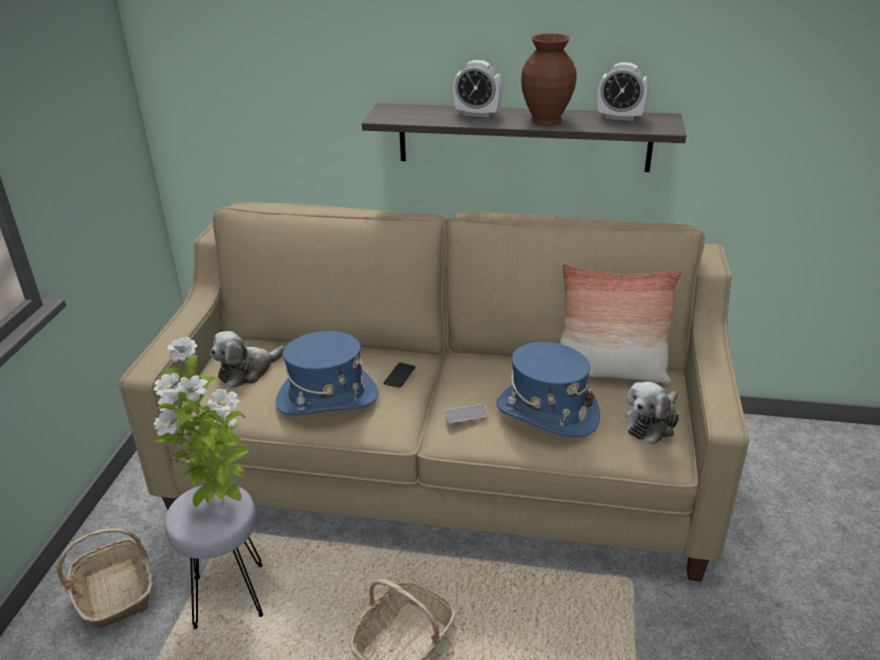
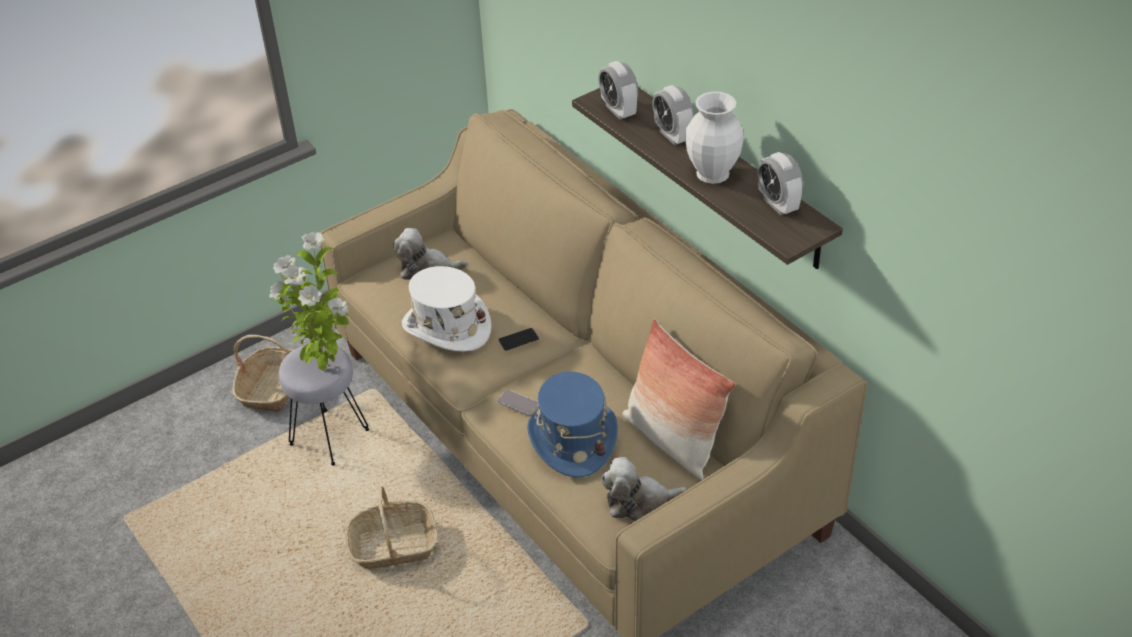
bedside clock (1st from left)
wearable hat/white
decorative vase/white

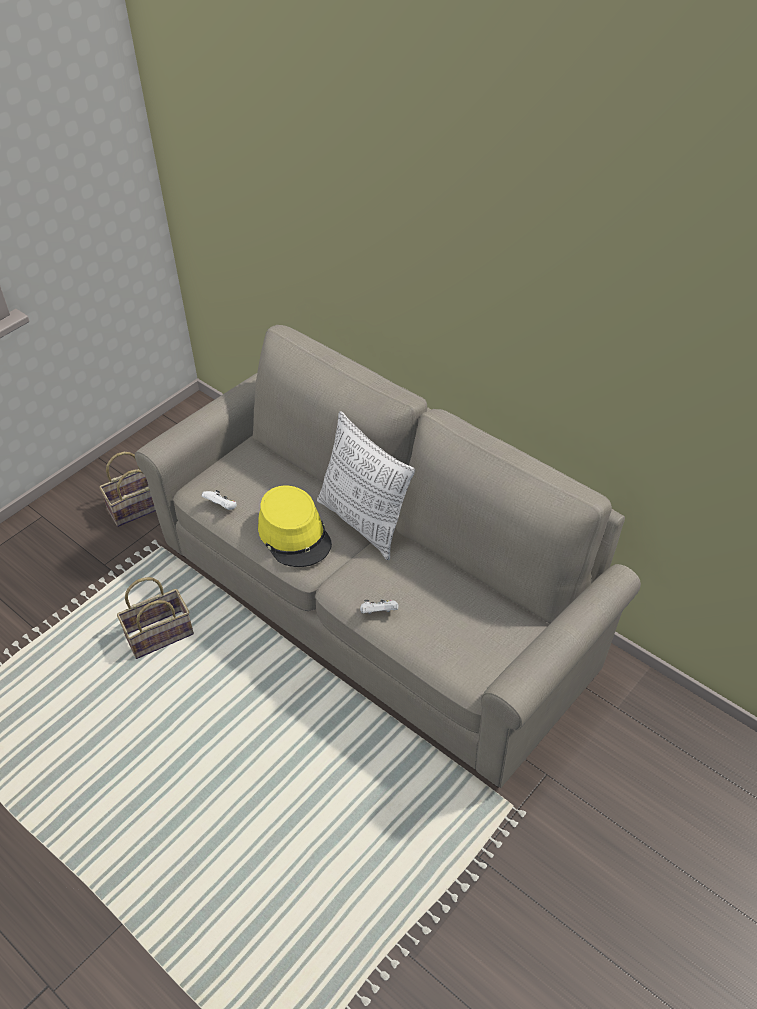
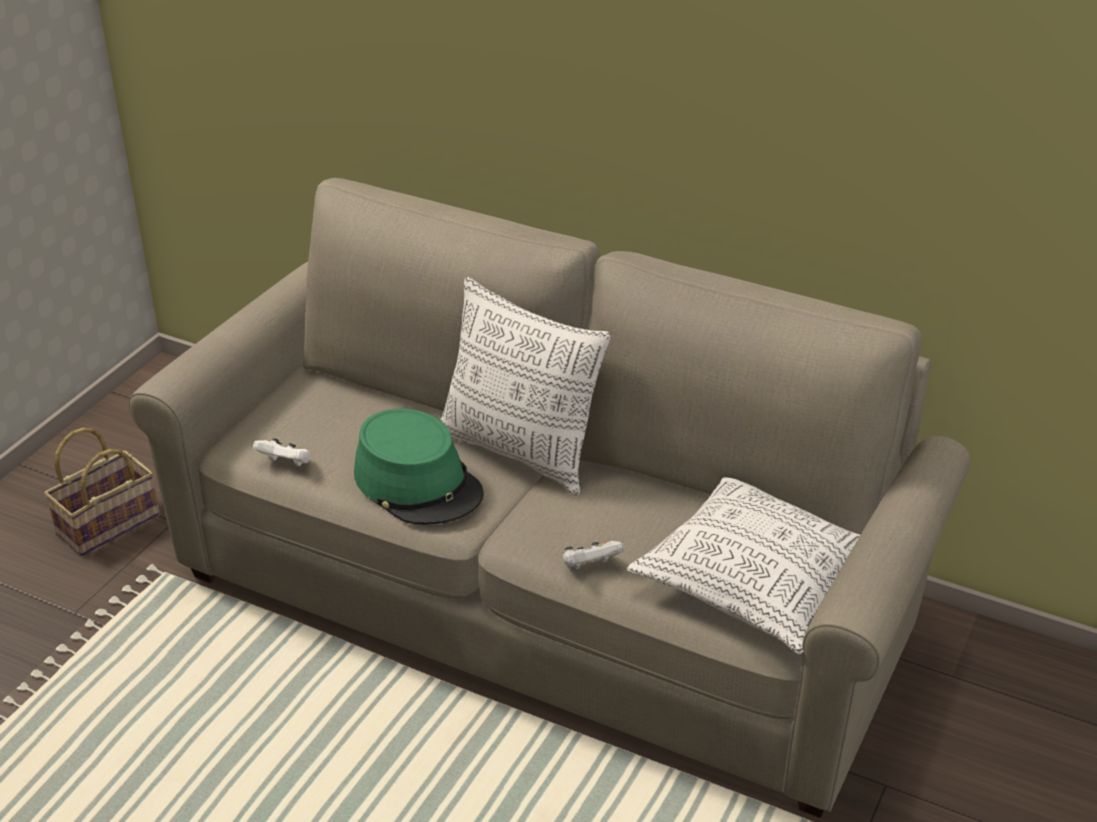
household basket (2nd from left in the first image)
cushion (2nd from left)
wearable hat/greenish

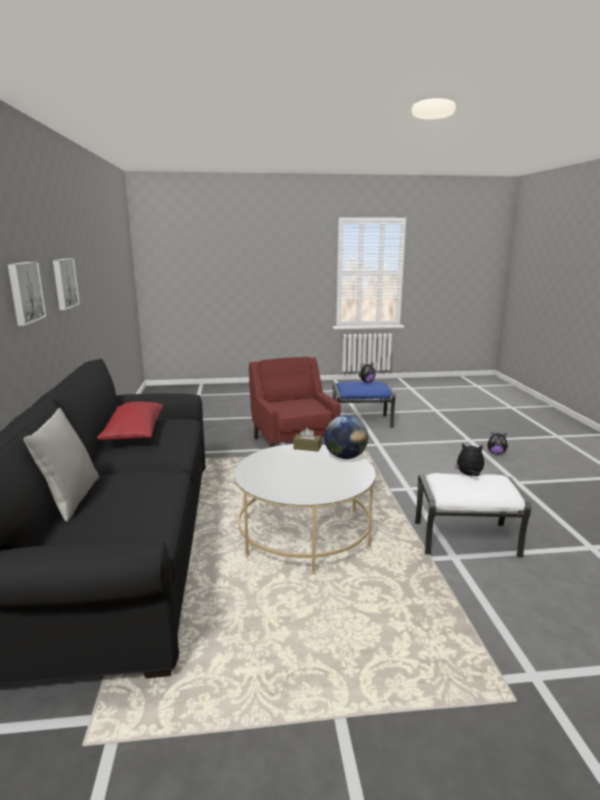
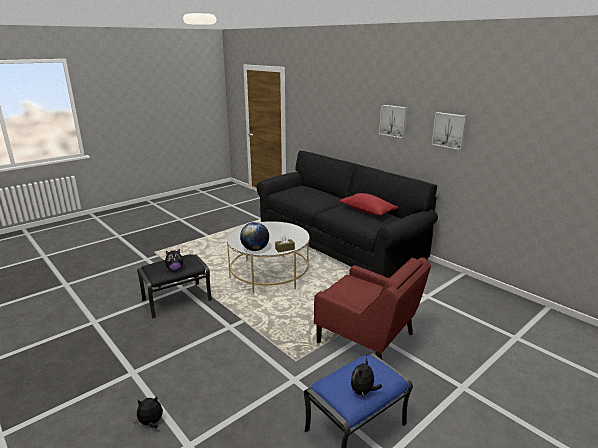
cushion/gray
ottoman/blackish

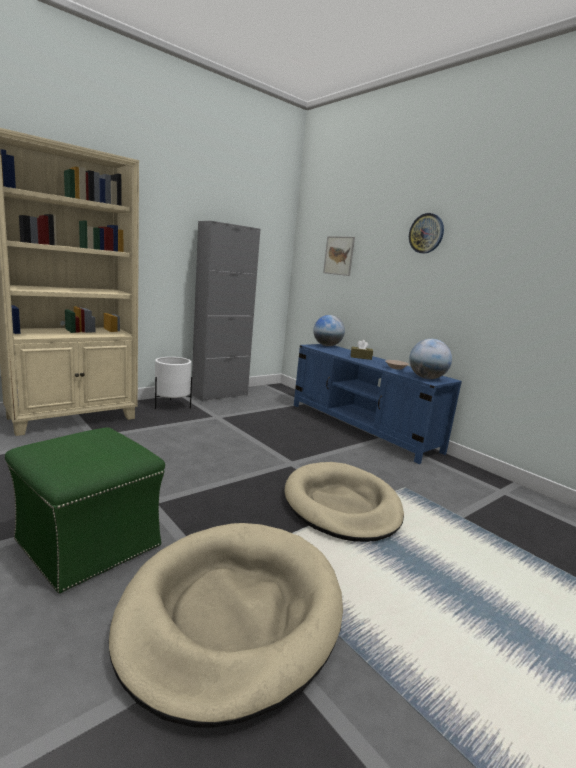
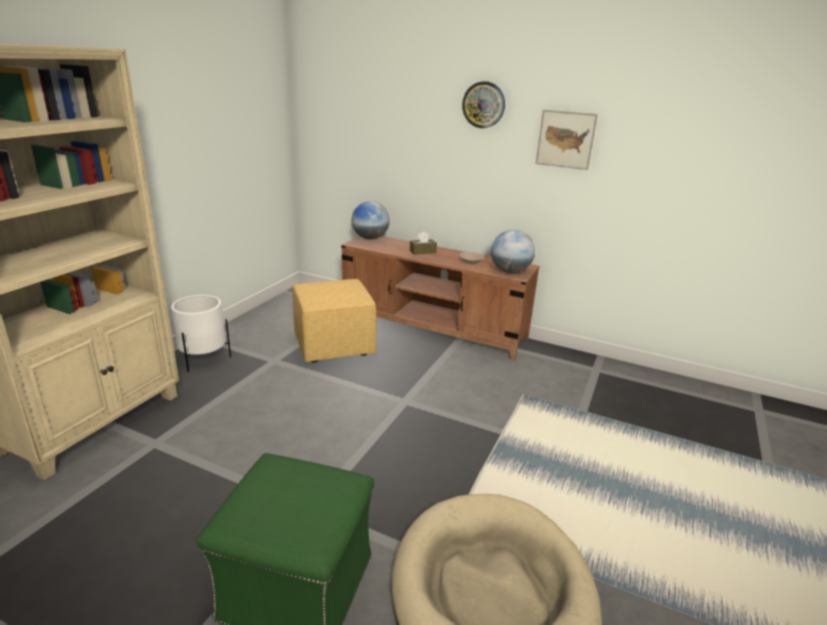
cabinet/gray
dog bed/beige (2nd from left in the first image)
ottoman/yellow-coloured
picture
tv unit/brown-coloured

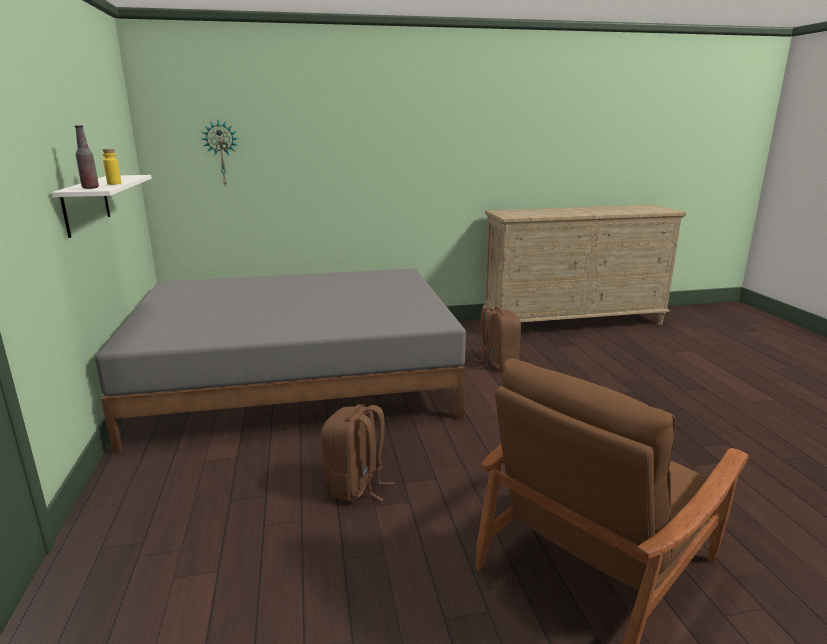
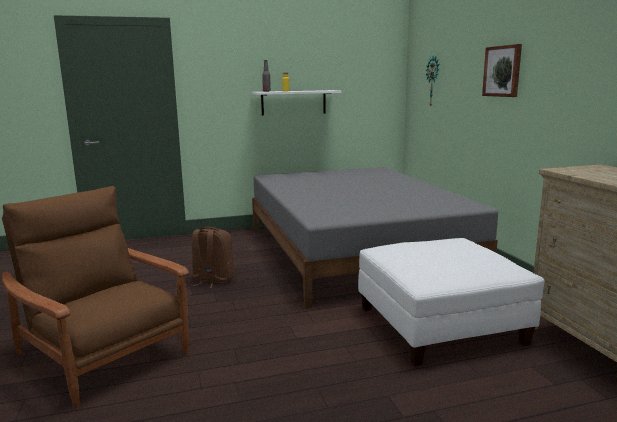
picture
ottoman/white

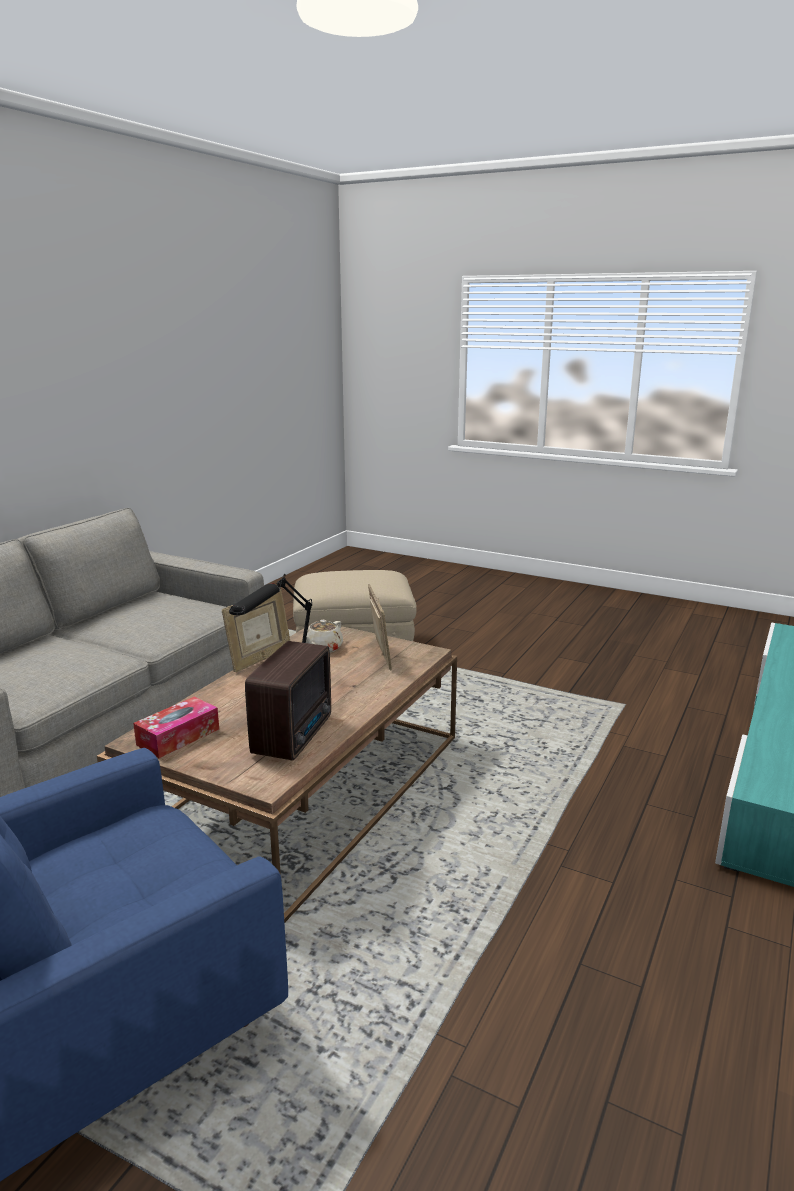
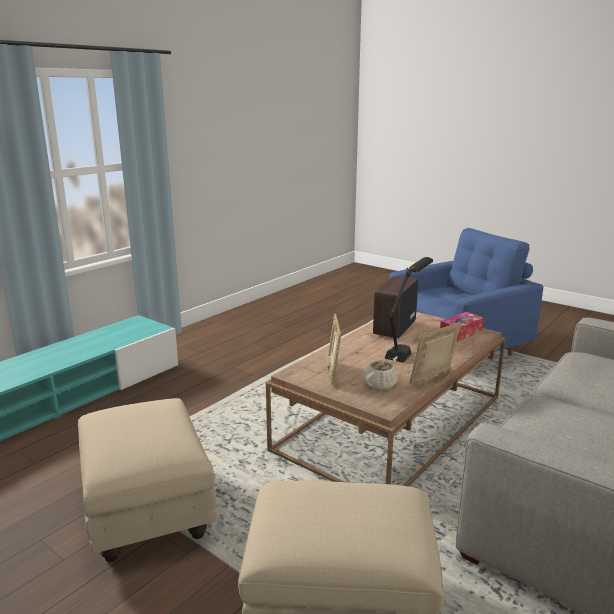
ottoman/beige (1st from left)

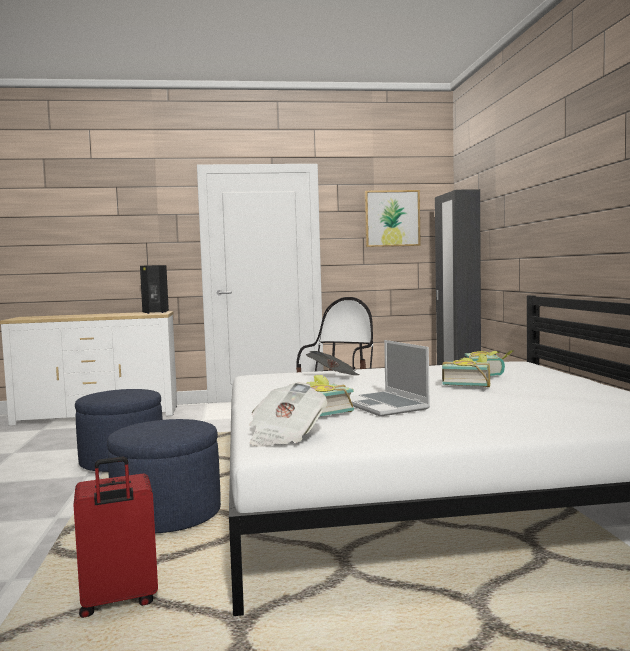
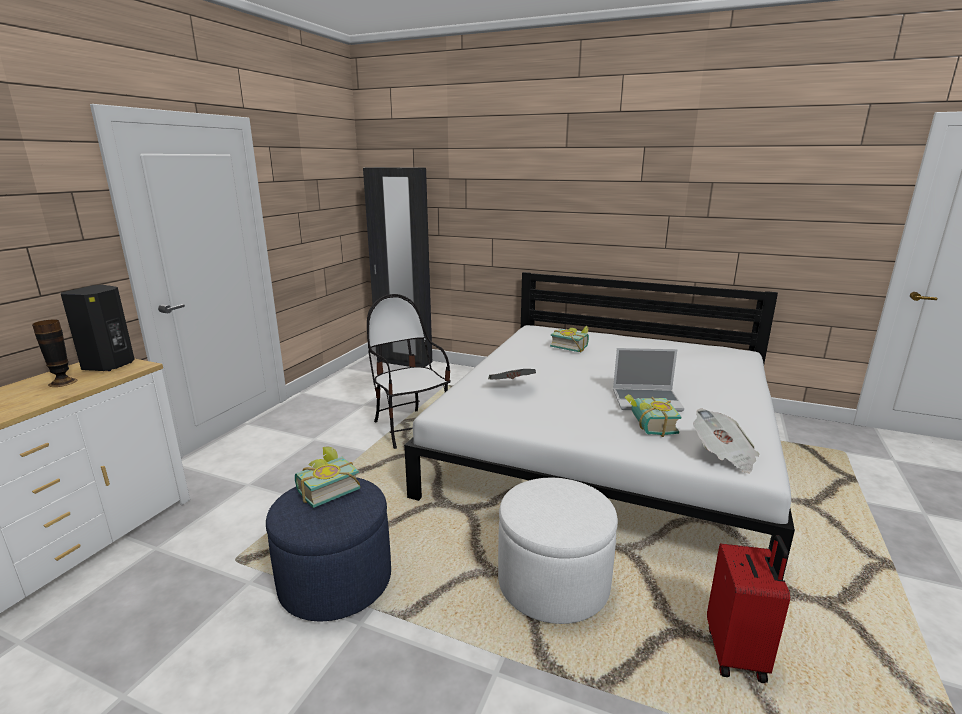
picture
decorative vase
bound book (1st from left)
ottoman/white

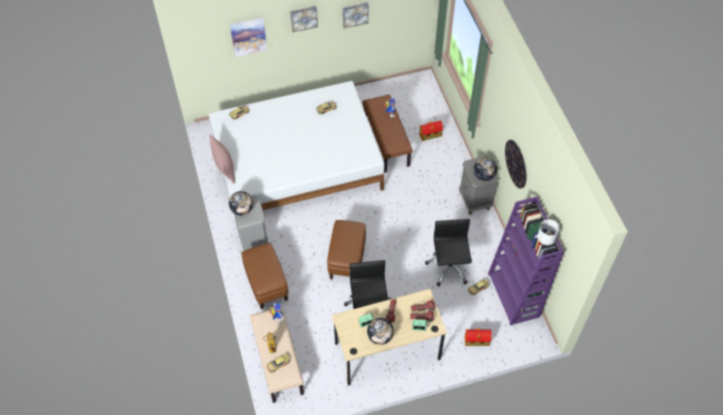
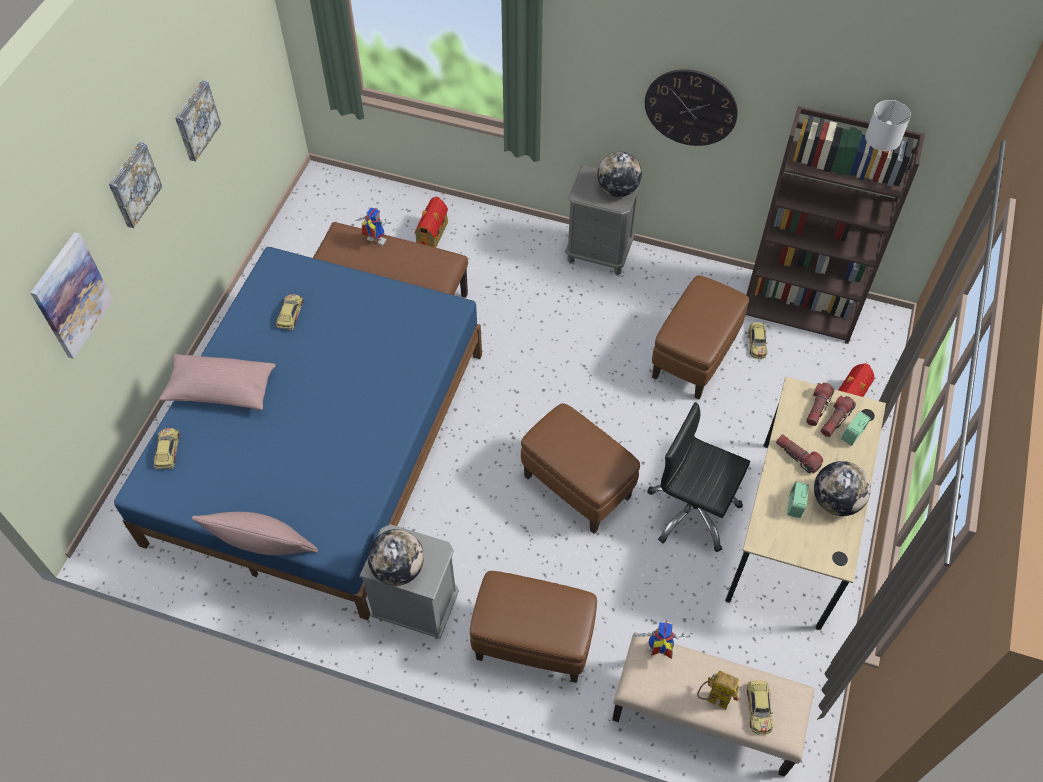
cushion/pink-coloured (1st from left)
ottoman/brown-coloured (3rd from left)
bedroom bed/blue-coloured
shelving unit/brown-coloured

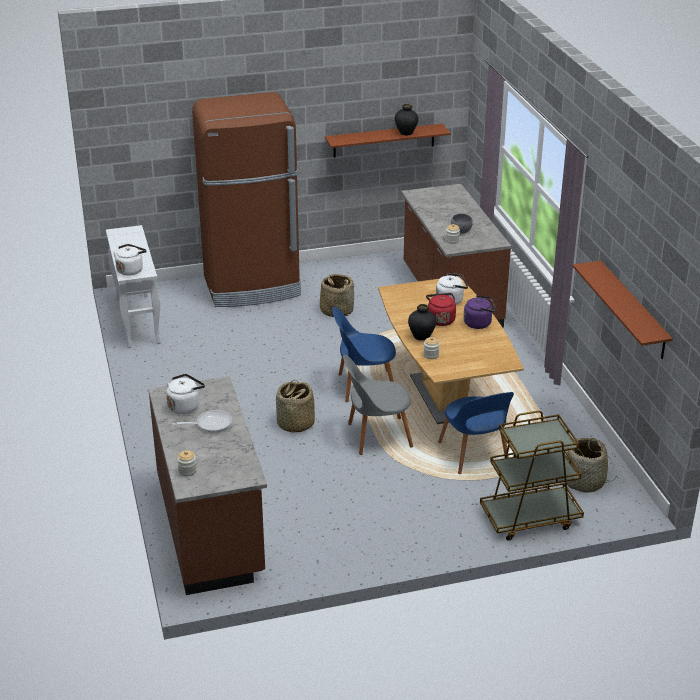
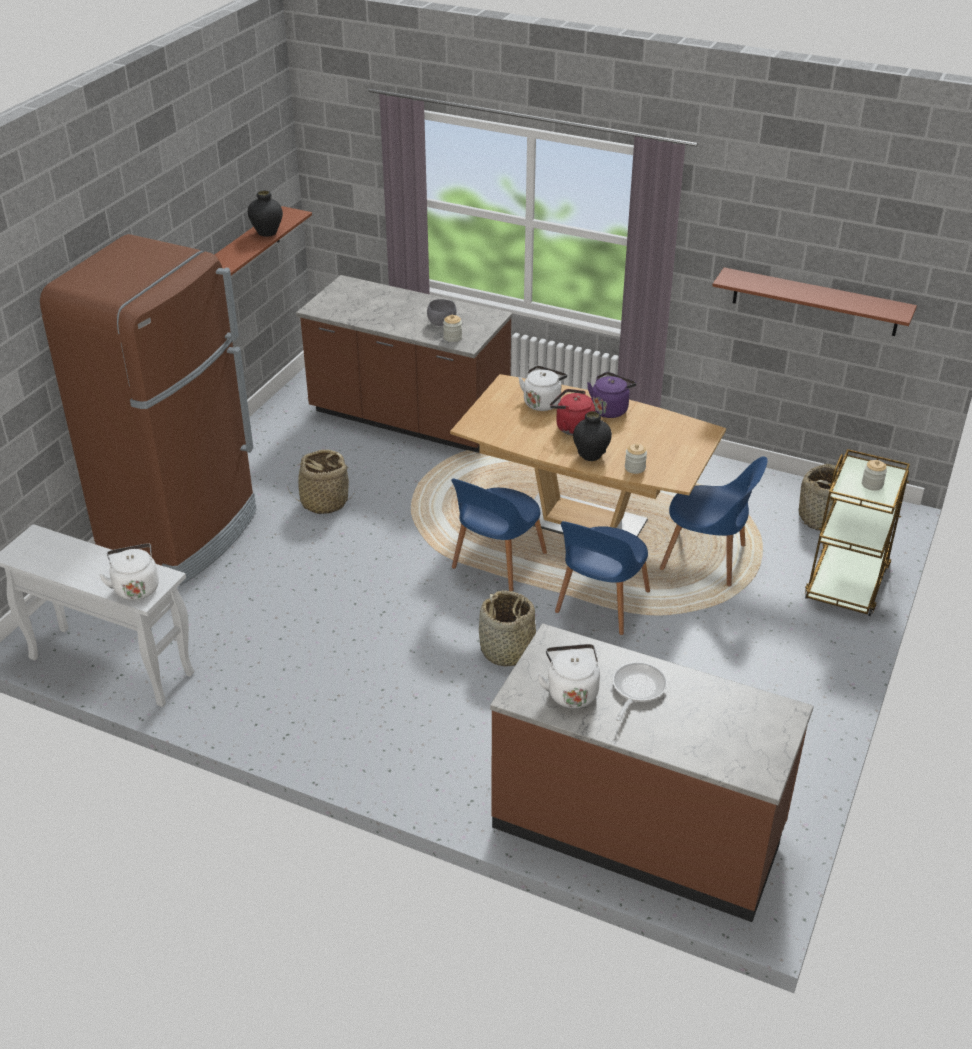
preserve jar (3rd from left)
upright chair/blue-coloured (2nd from left)

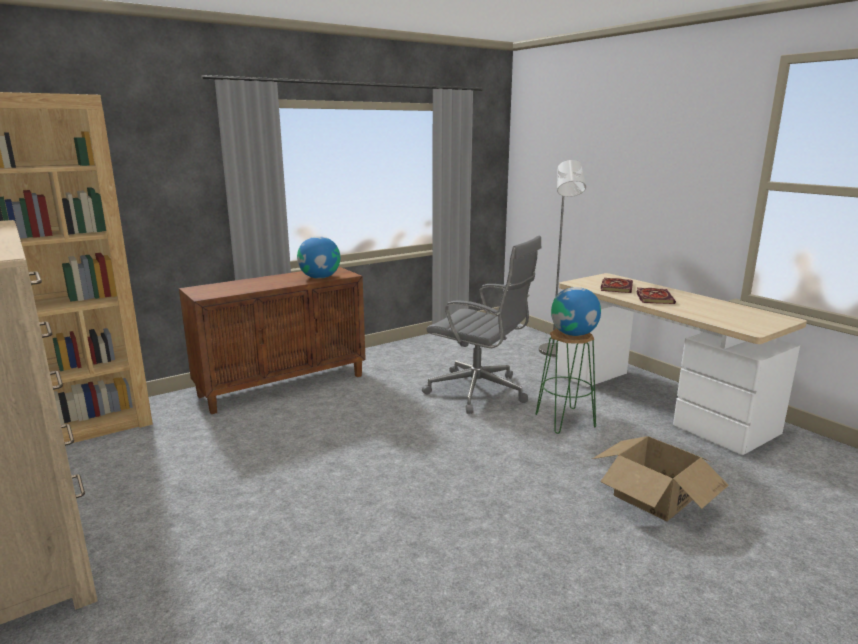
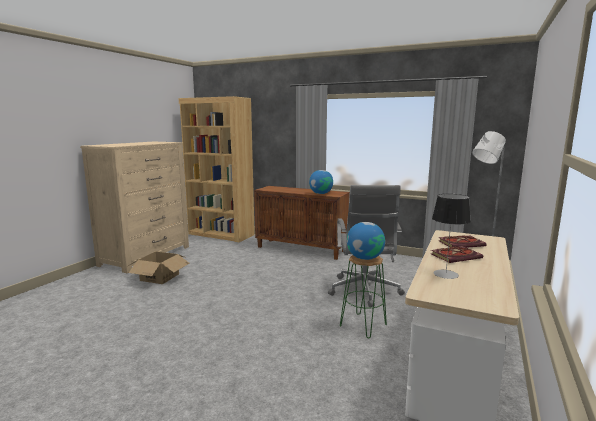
tabletop lamp
carton

